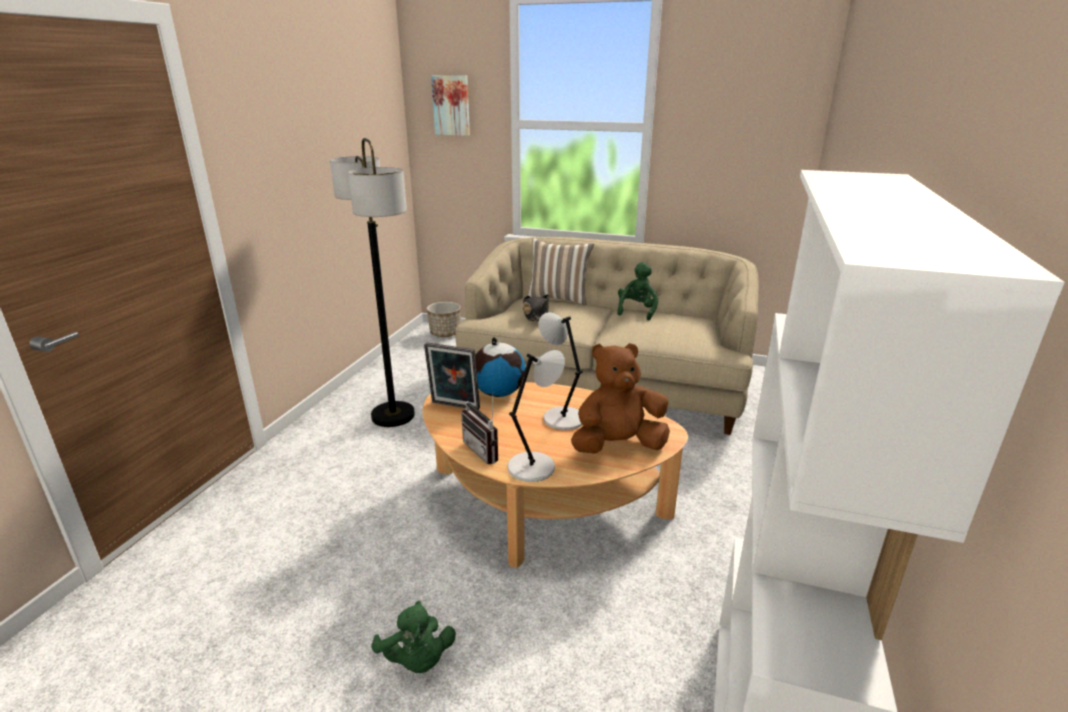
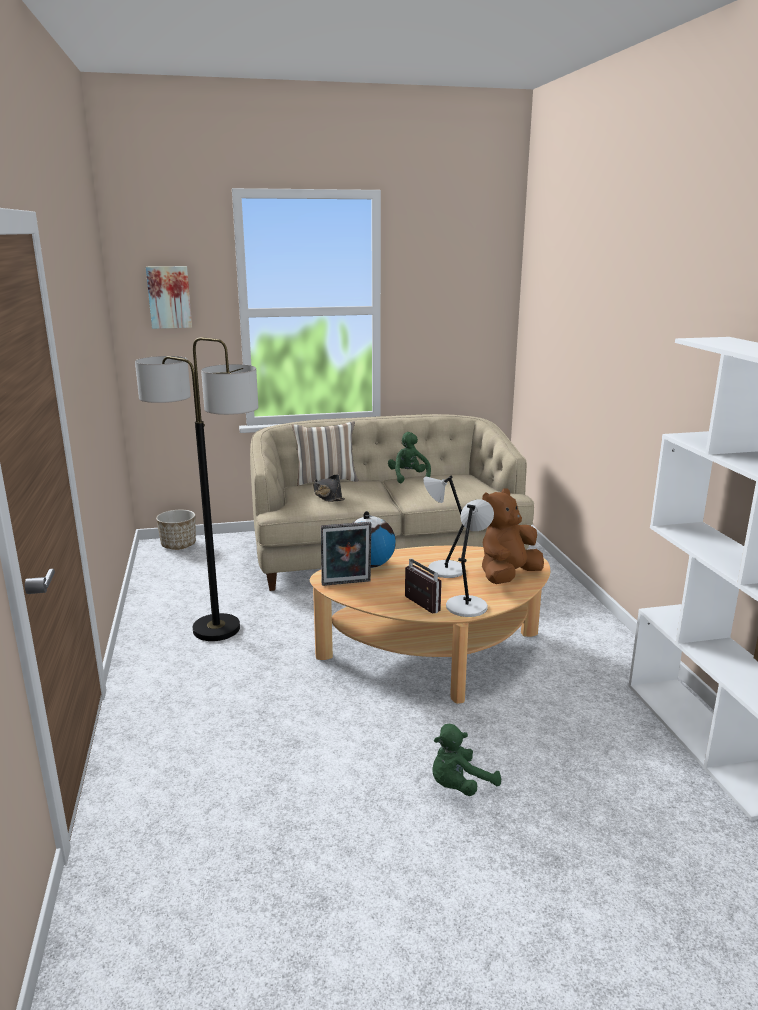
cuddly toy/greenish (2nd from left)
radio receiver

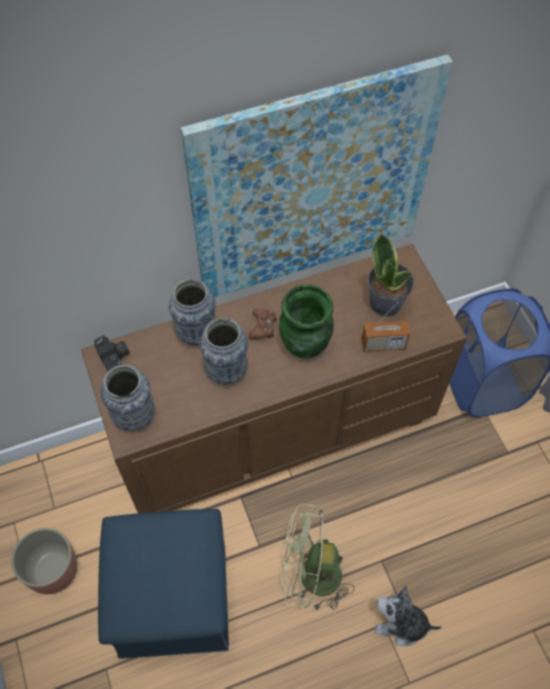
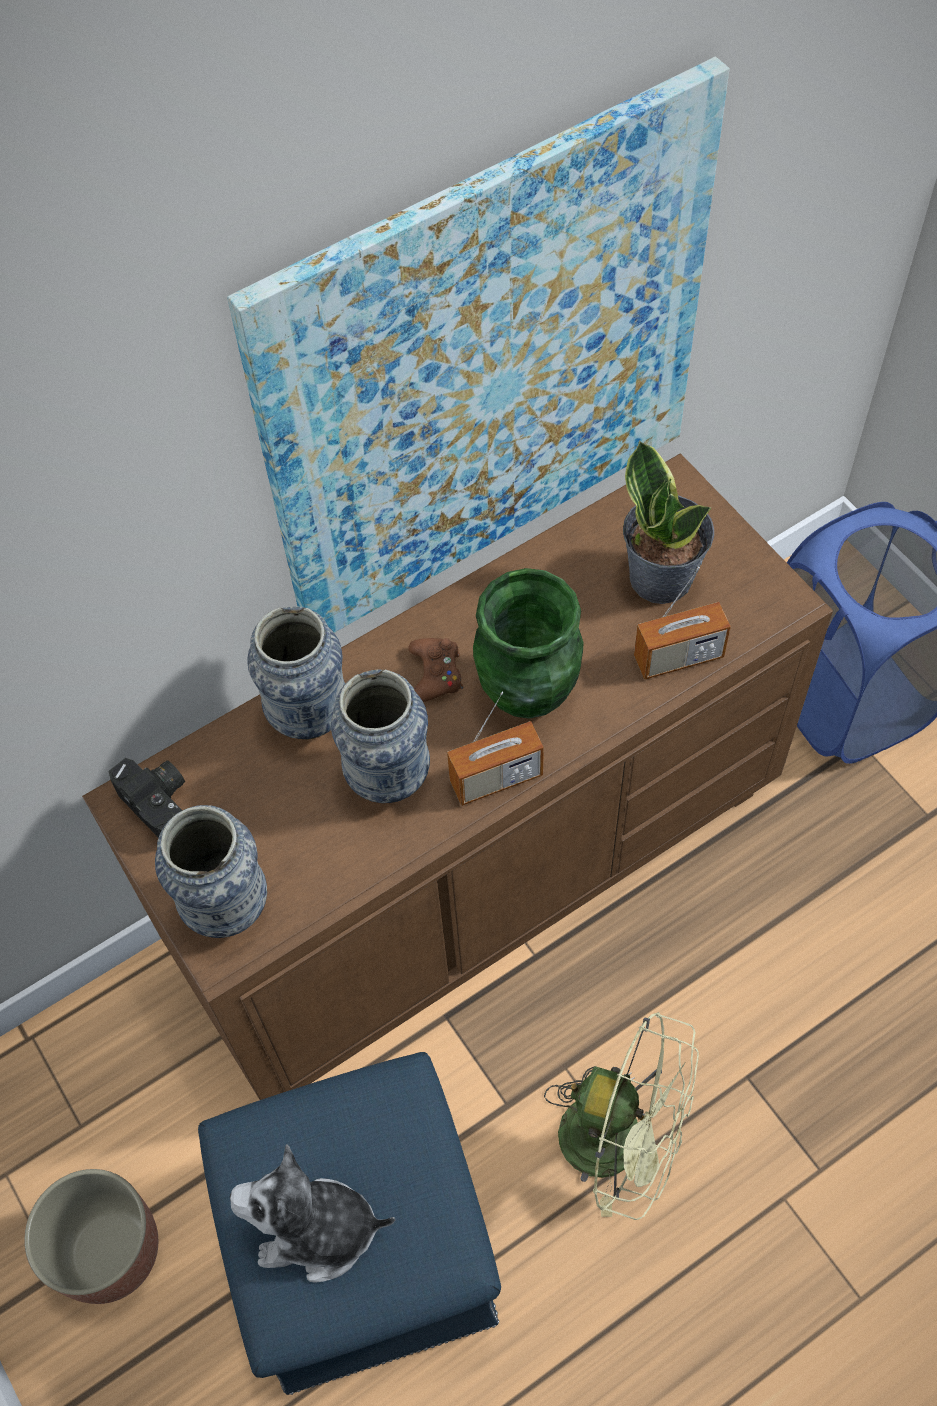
radio receiver (1st from left)
cuddly toy
electric fan/greenish

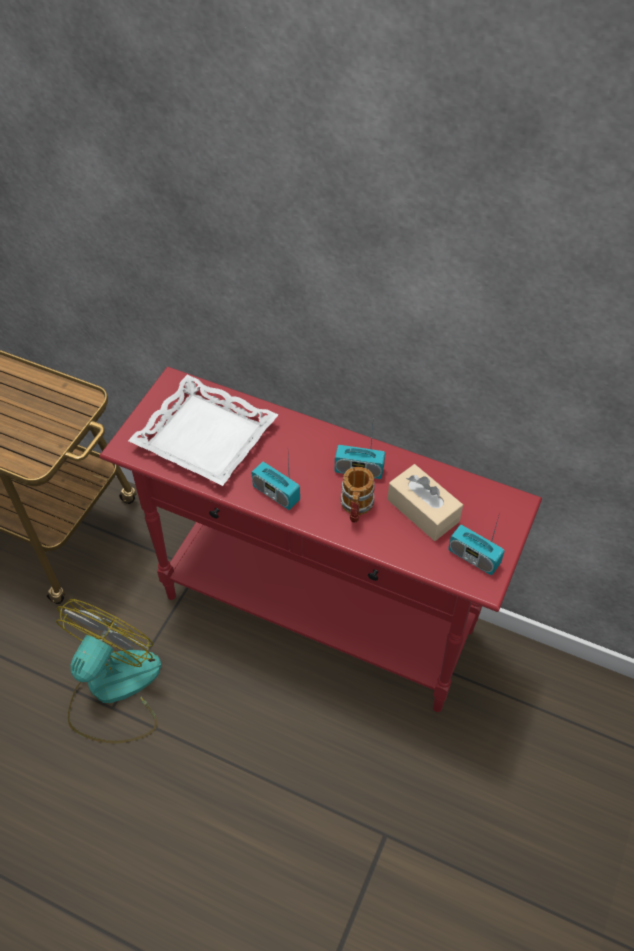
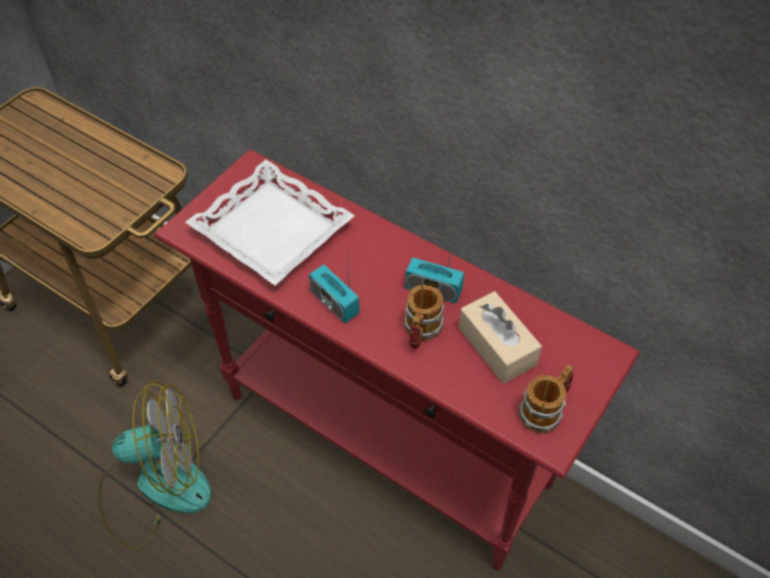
tea mug (2nd from left)
electric fan

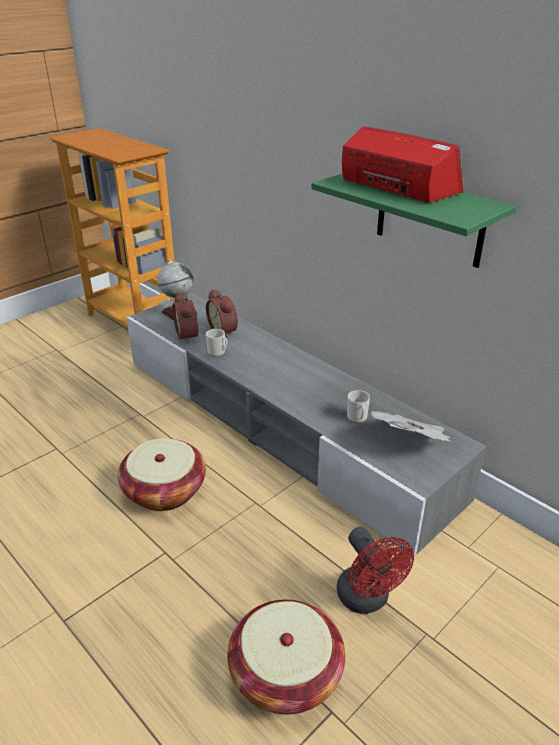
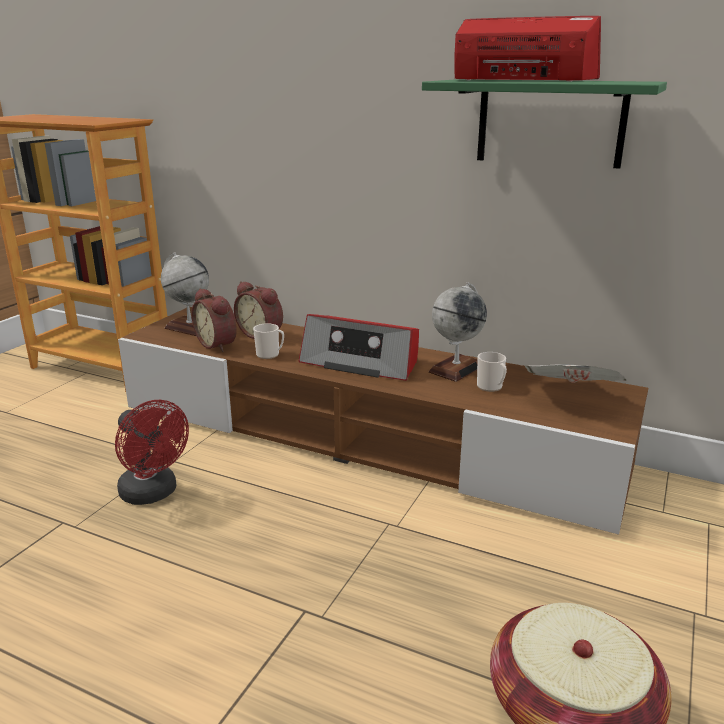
household basket (1st from left in the first image)
radio receiver (1st from left)
world globe (2nd from left)
electric fan/red-coloured
tv unit/brown-coloured

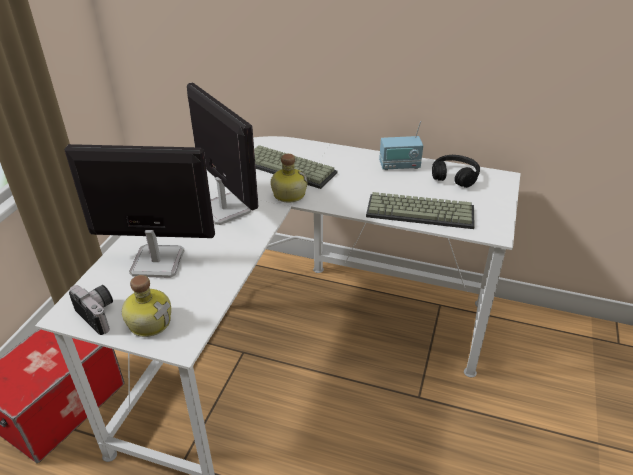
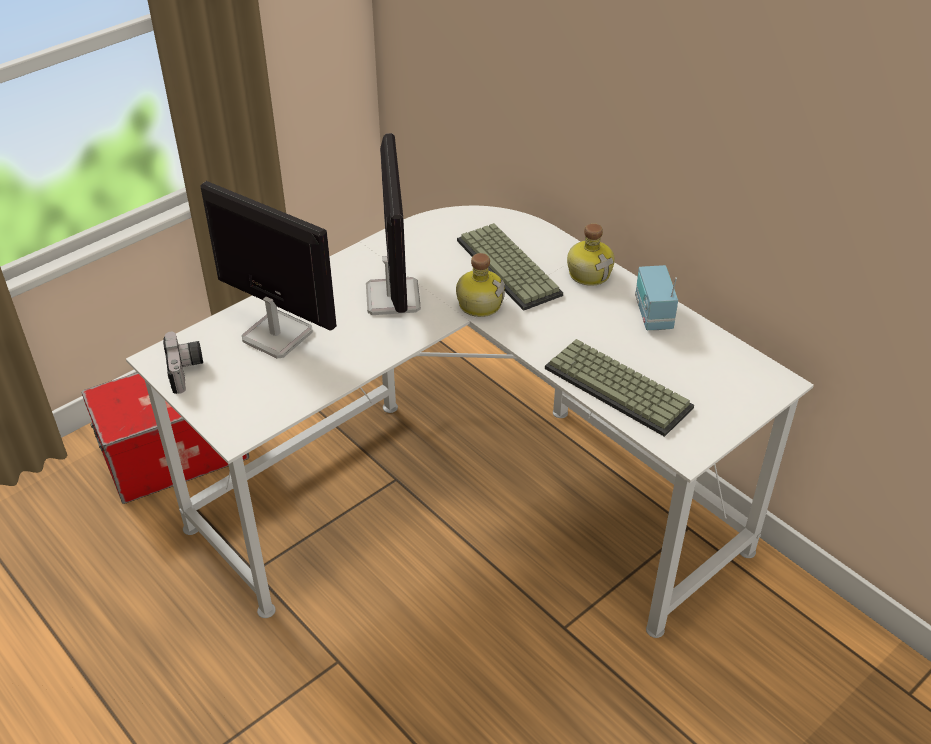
pair of headphones/blackish
beverage bottle (2nd from left)
radio receiver

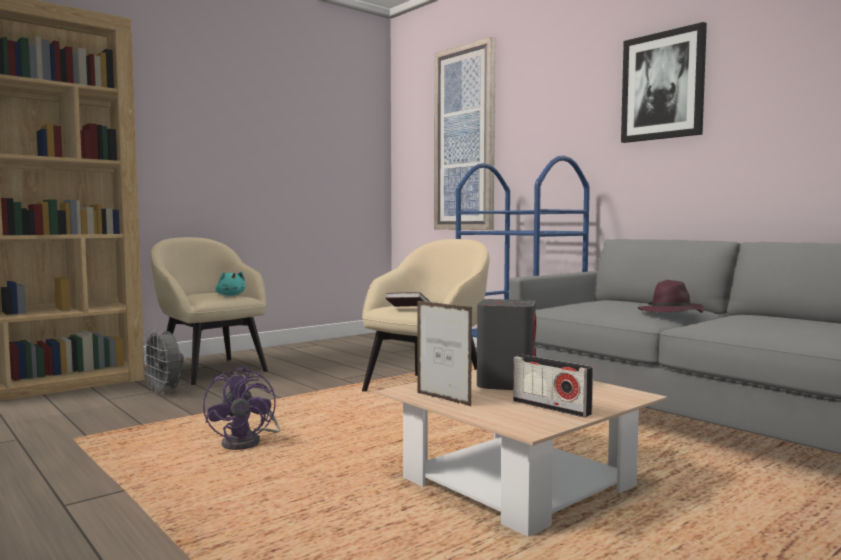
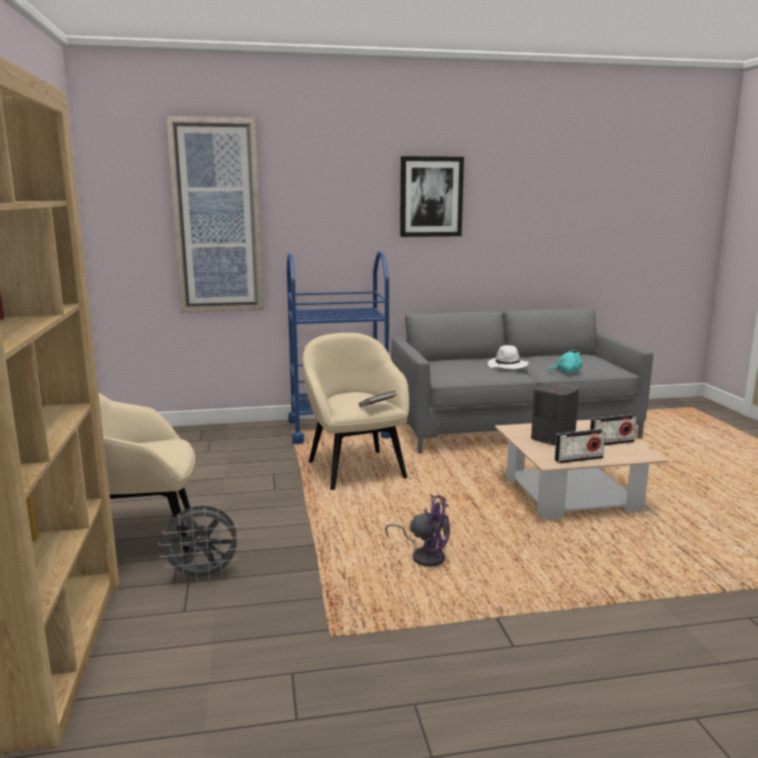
cuddly toy/turquoise-coloured
radio receiver (1st from left)
wearable hat/white

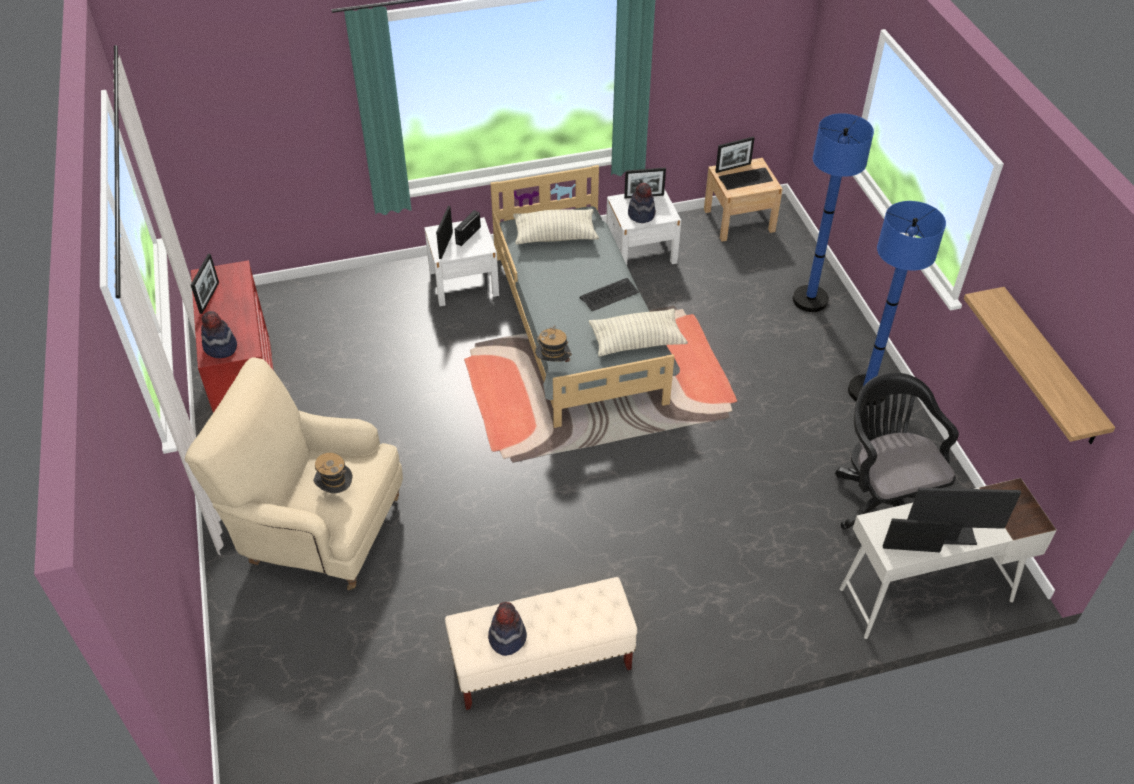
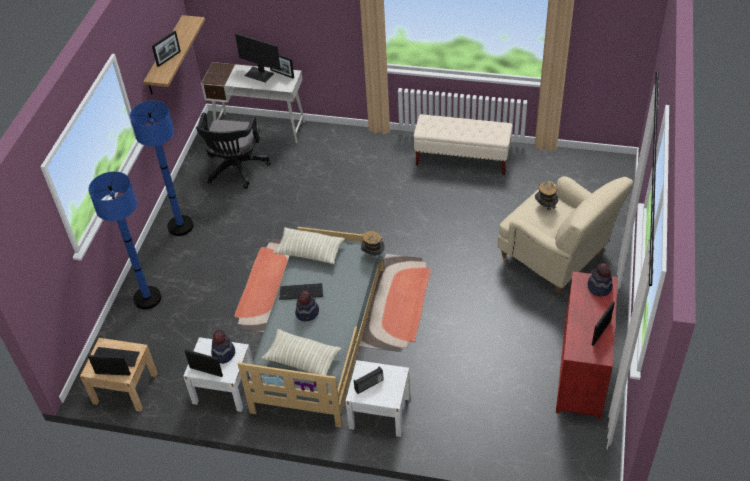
photo frame (2nd from left)
wearable hat (2nd from left)

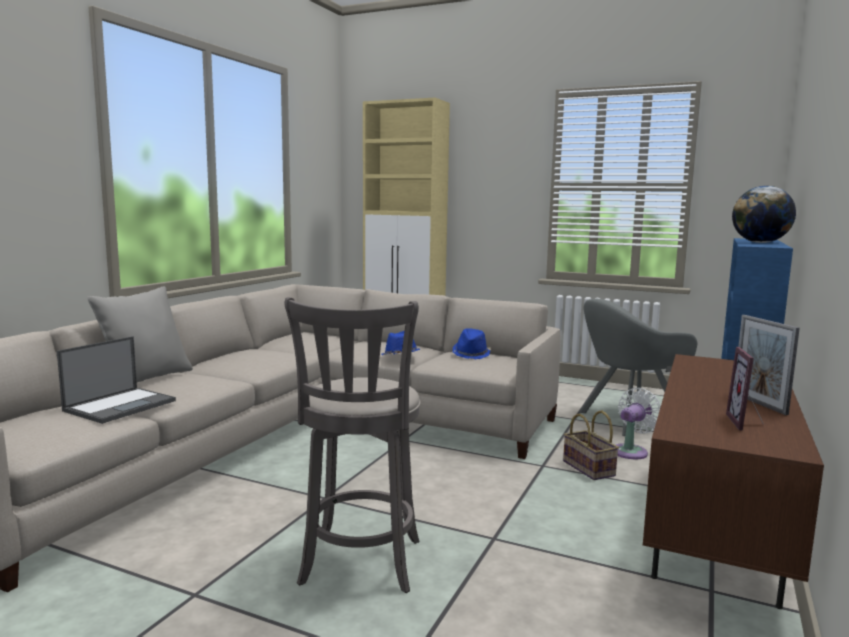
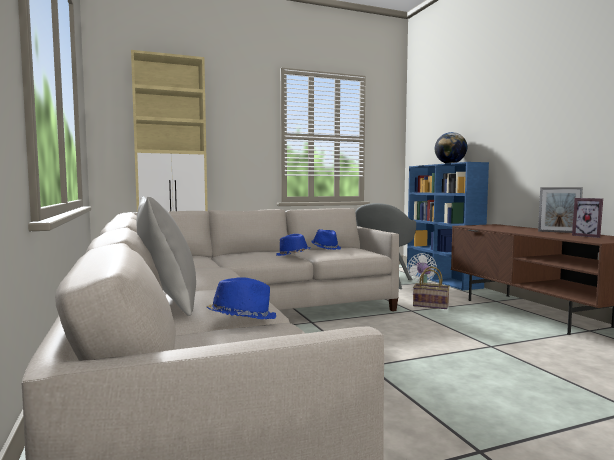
stool seat/gray
wearable hat/blue-coloured (1st from left)

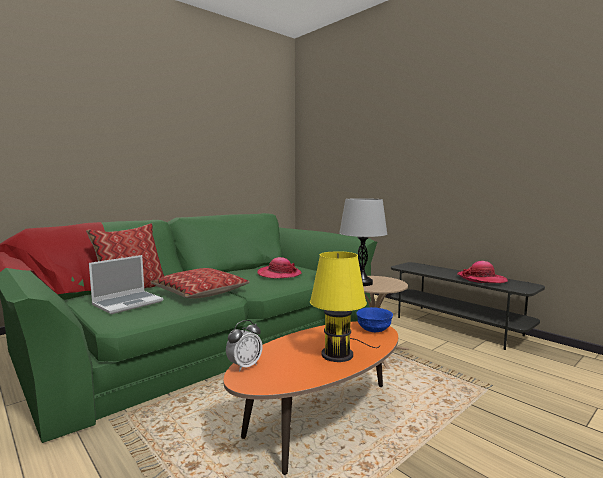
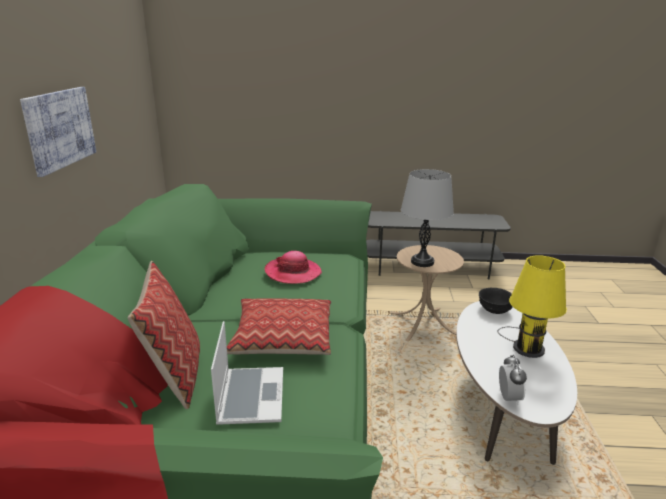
wearable hat (2nd from left in the first image)
picture
coffee table/white
deep dish/blackish

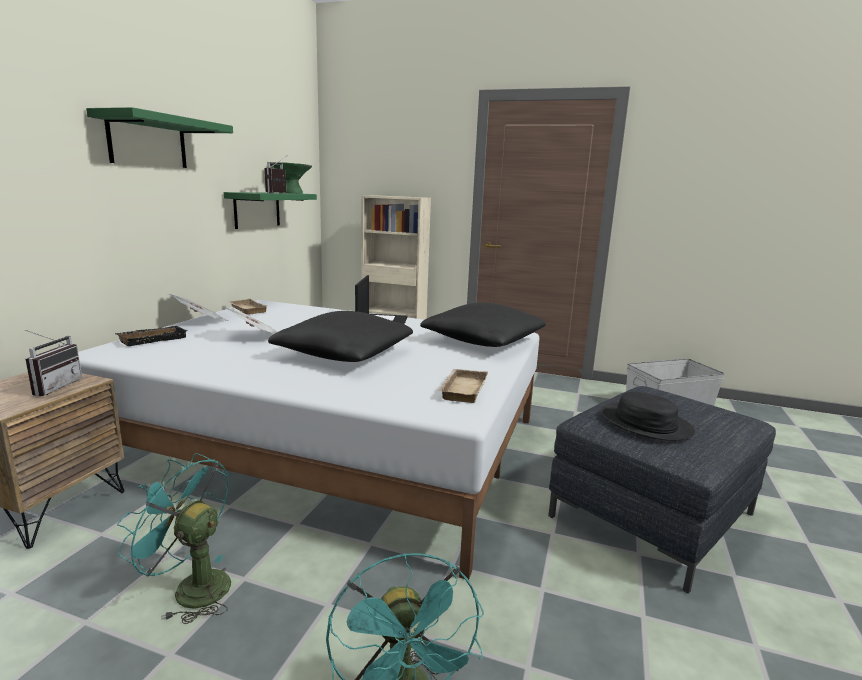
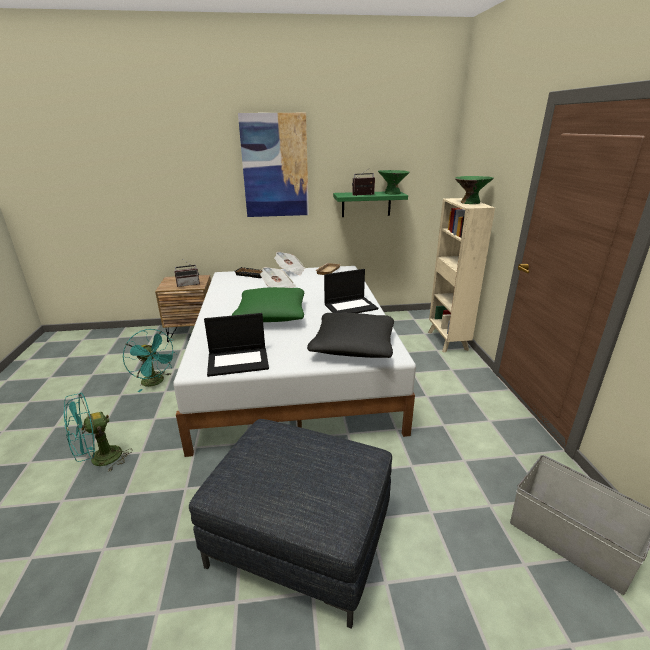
wearable hat/blackish
deep dish/greenish (2nd from left)
picture
laptop (1st from left)
cushion/greenish
electric fan/turquoise-coloured (2nd from left)

